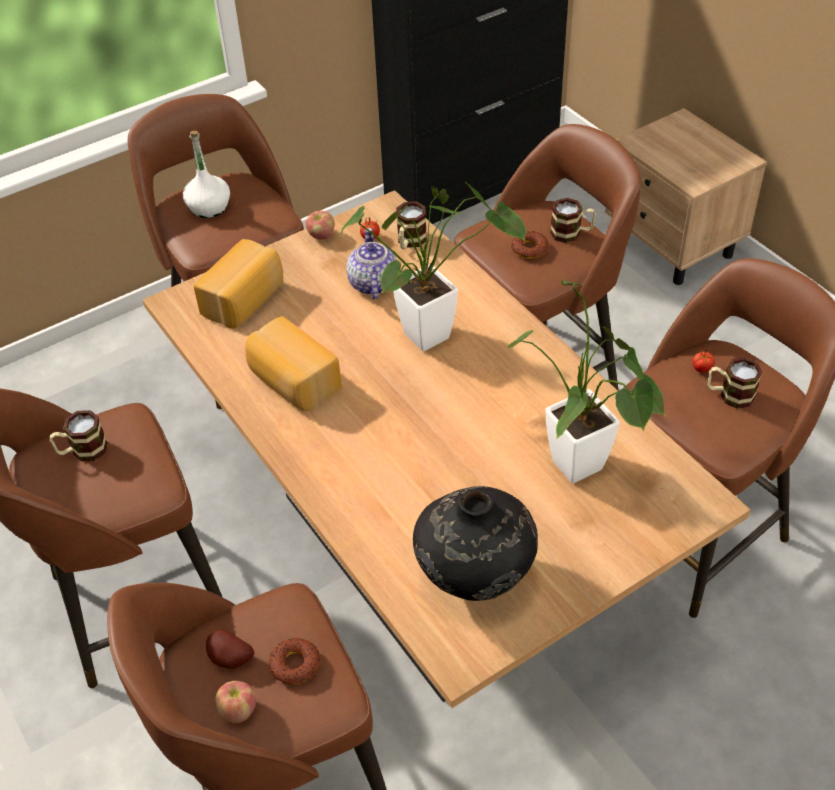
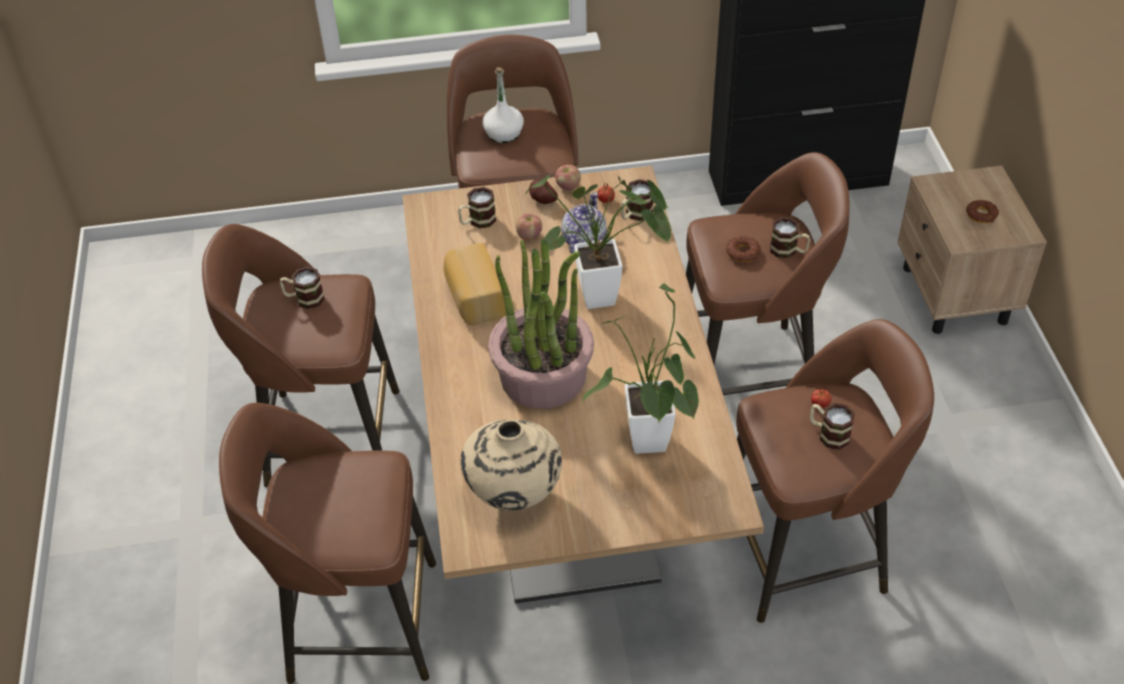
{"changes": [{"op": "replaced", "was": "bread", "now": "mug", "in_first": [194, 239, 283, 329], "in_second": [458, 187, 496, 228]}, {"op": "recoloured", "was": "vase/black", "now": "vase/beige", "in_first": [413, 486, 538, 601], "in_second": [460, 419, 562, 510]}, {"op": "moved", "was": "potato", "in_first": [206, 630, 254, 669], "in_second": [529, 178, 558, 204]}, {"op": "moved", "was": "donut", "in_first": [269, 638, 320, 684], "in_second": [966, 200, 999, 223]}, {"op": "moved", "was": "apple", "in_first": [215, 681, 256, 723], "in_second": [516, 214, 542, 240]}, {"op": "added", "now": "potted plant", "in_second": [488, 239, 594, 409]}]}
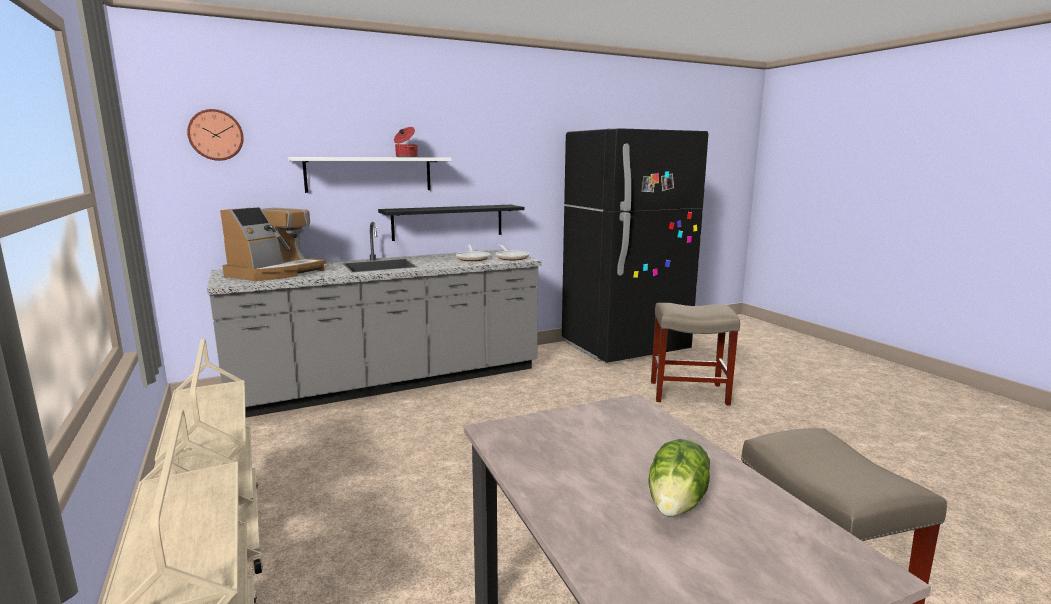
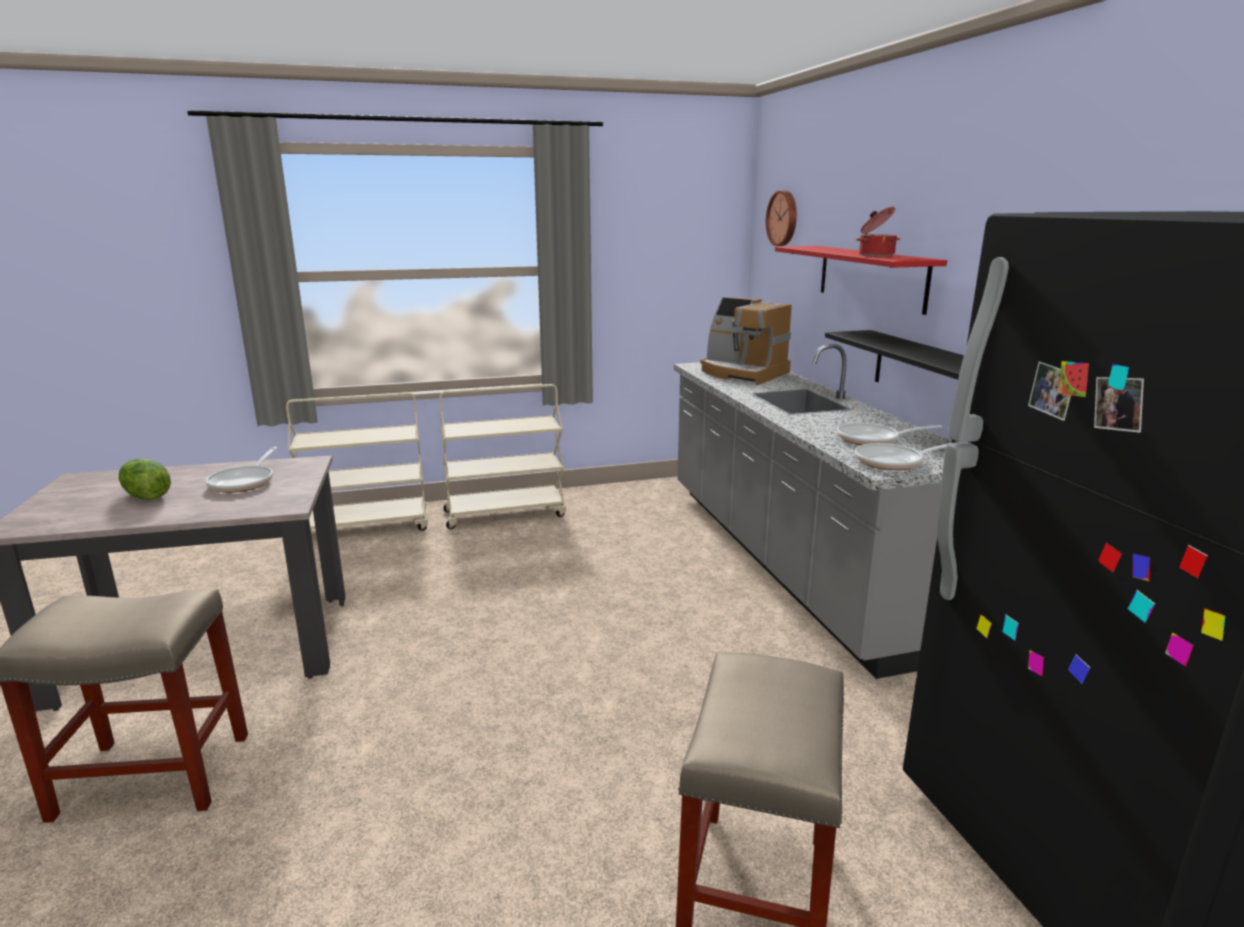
{"changes": [{"op": "recoloured", "was": "shelf/white", "now": "shelf/red", "in_first": [288, 157, 452, 193], "in_second": [775, 246, 947, 315]}, {"op": "added", "now": "frying pan", "in_second": [206, 447, 278, 493]}]}
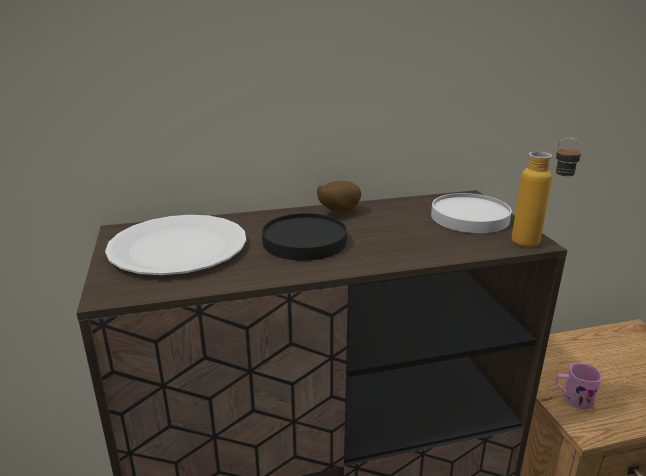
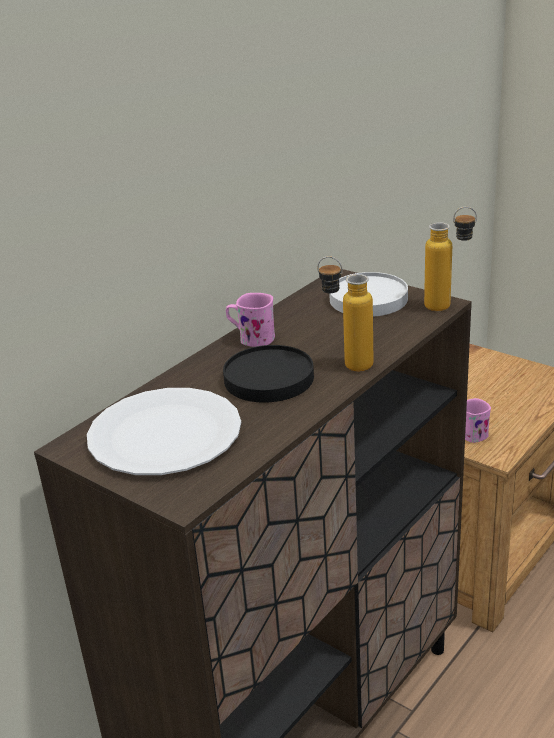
{"changes": [{"op": "replaced", "was": "potato", "now": "mug/pink", "in_first": [317, 181, 361, 213], "in_second": [226, 293, 275, 347]}, {"op": "added", "now": "bottle", "in_second": [317, 256, 374, 371]}]}
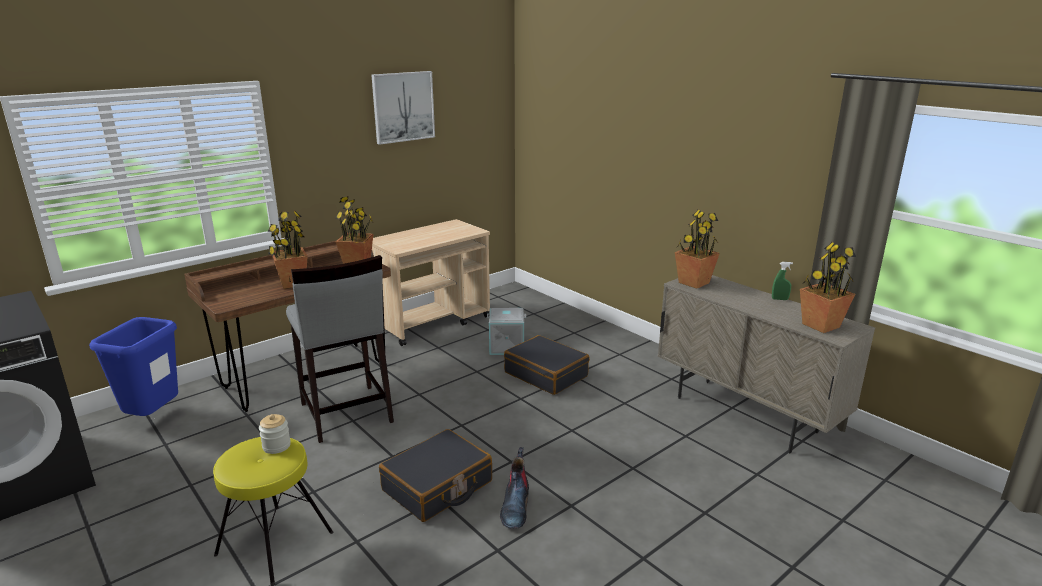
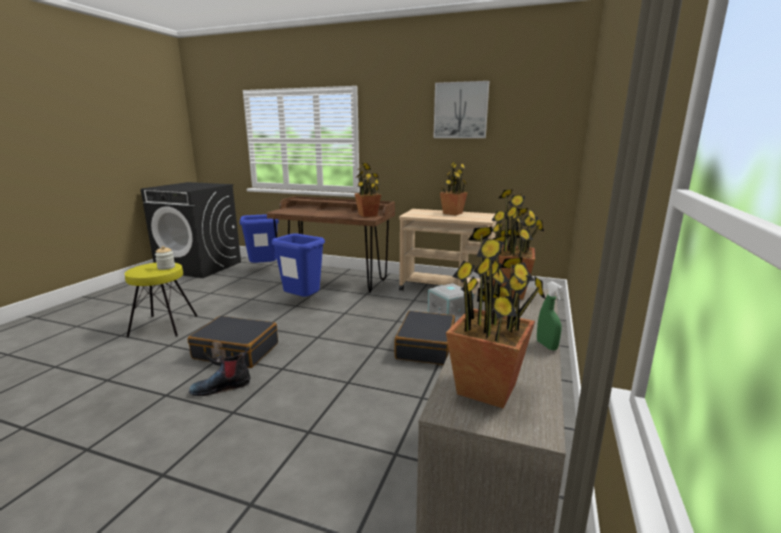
{"changes": [{"op": "moved", "was": "potted plant", "in_first": [268, 211, 308, 289], "in_second": [440, 162, 468, 215]}, {"op": "replaced", "was": "stool/grey", "now": "trash can/blue", "in_first": [286, 255, 394, 443], "in_second": [272, 233, 325, 297]}]}
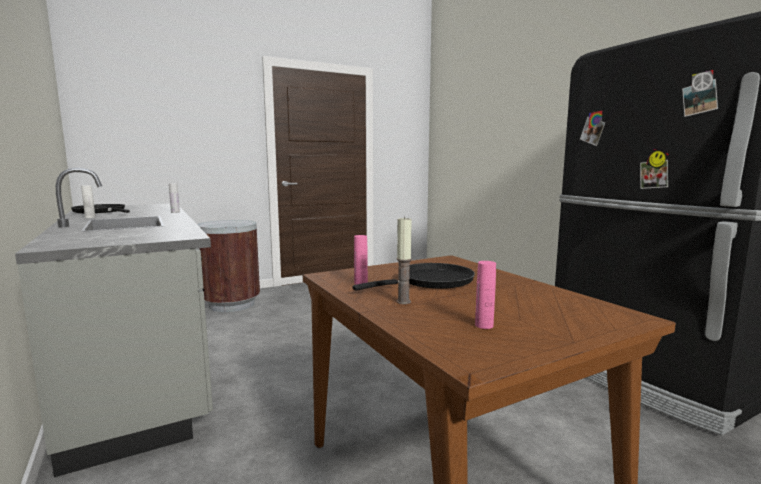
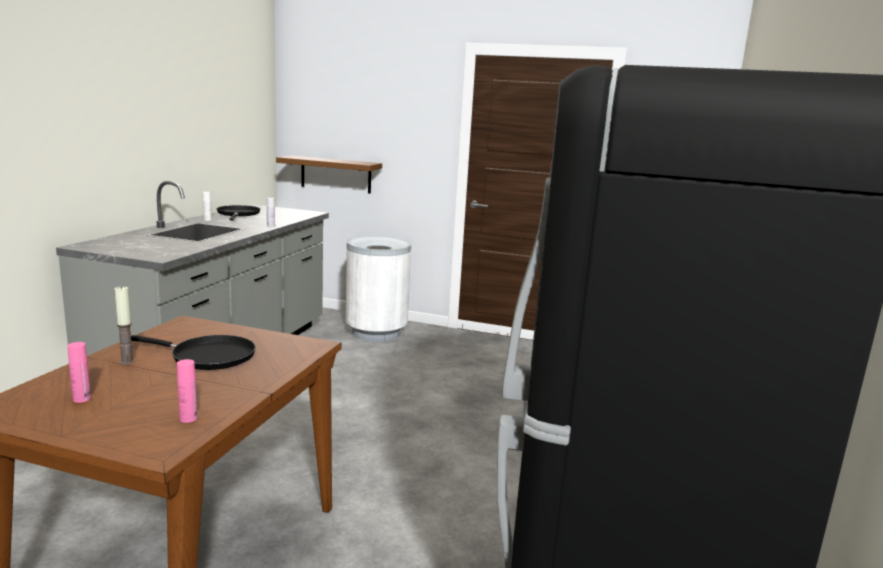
{"changes": [{"op": "recoloured", "was": "trash can/brown", "now": "trash can/white", "in_first": [197, 220, 260, 312], "in_second": [345, 236, 411, 341]}, {"op": "moved", "was": "bottle/pink", "in_first": [354, 235, 368, 285], "in_second": [177, 359, 198, 423]}, {"op": "added", "now": "shelf/brown", "in_second": [276, 156, 382, 194]}]}
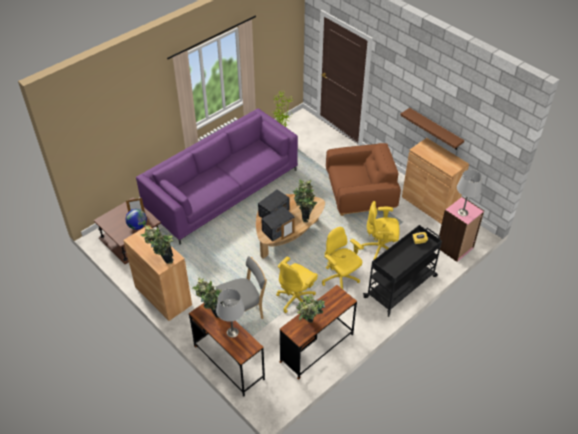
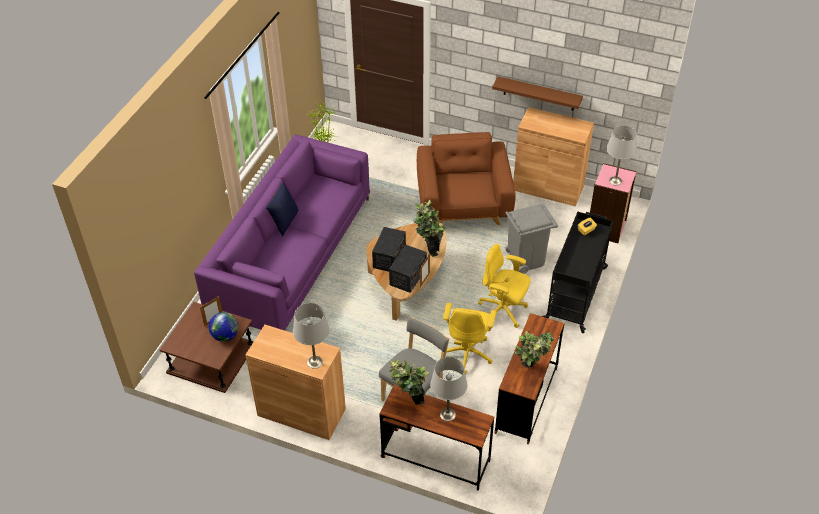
{"changes": [{"op": "turned", "was": "armchair/brown", "in_first": [326, 143, 401, 216], "in_second": [417, 132, 516, 225], "clockwise": -60}, {"op": "replaced", "was": "office chair/yellow", "now": "trash can/grey", "in_first": [362, 201, 399, 259], "in_second": [505, 203, 558, 274]}, {"op": "replaced", "was": "potted plant", "now": "table lamp/grey", "in_first": [141, 225, 174, 264], "in_second": [293, 303, 330, 369]}, {"op": "added", "now": "pillow/blue", "in_second": [266, 182, 298, 237]}]}
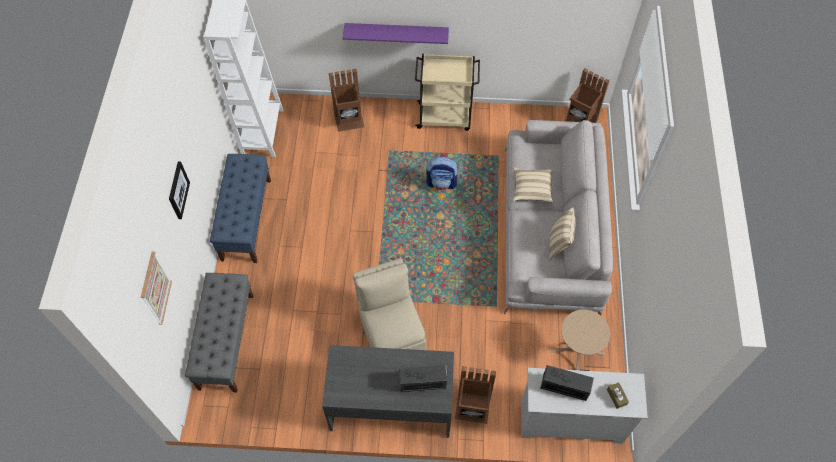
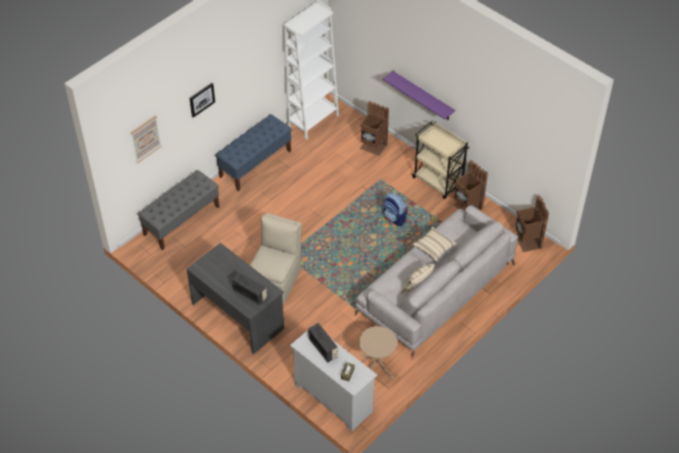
{"changes": [{"op": "moved", "was": "trash can/brown", "in_first": [455, 366, 496, 424], "in_second": [454, 160, 488, 211]}]}
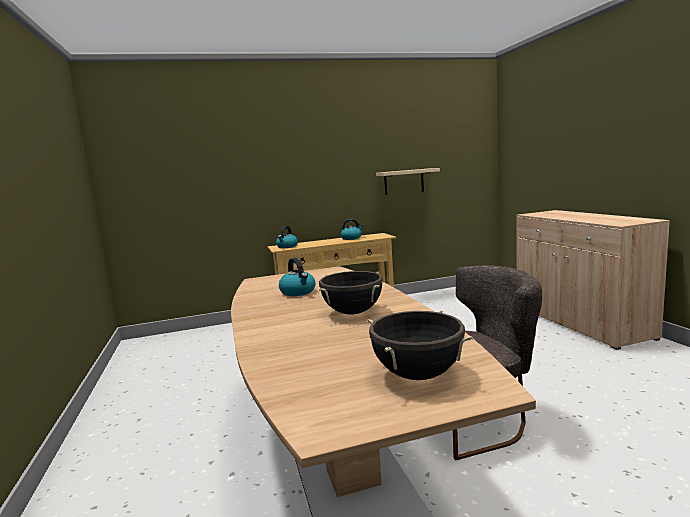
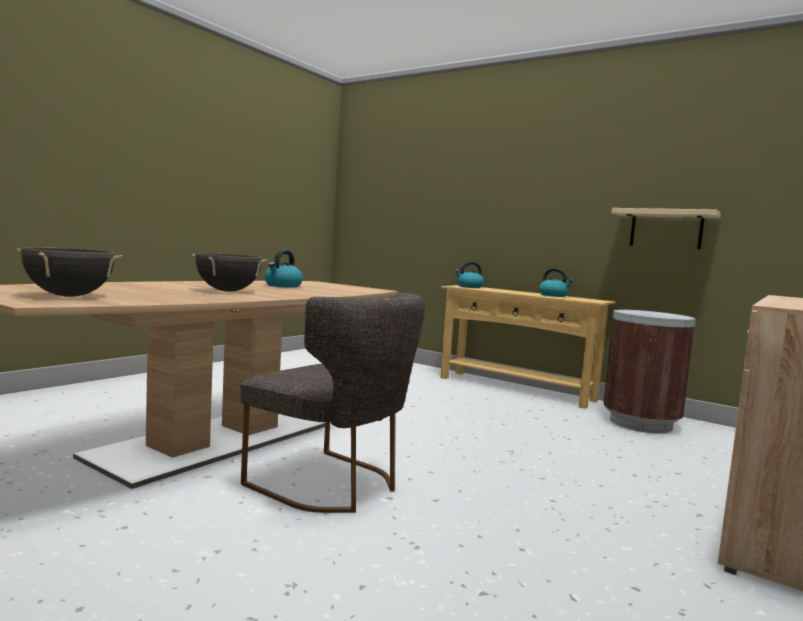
{"changes": [{"op": "added", "now": "trash can/brown", "in_second": [603, 310, 696, 433]}]}
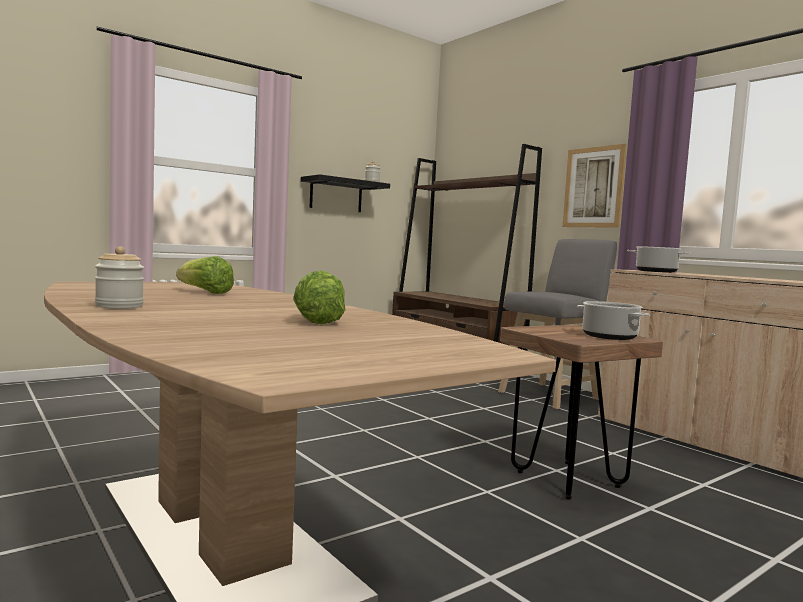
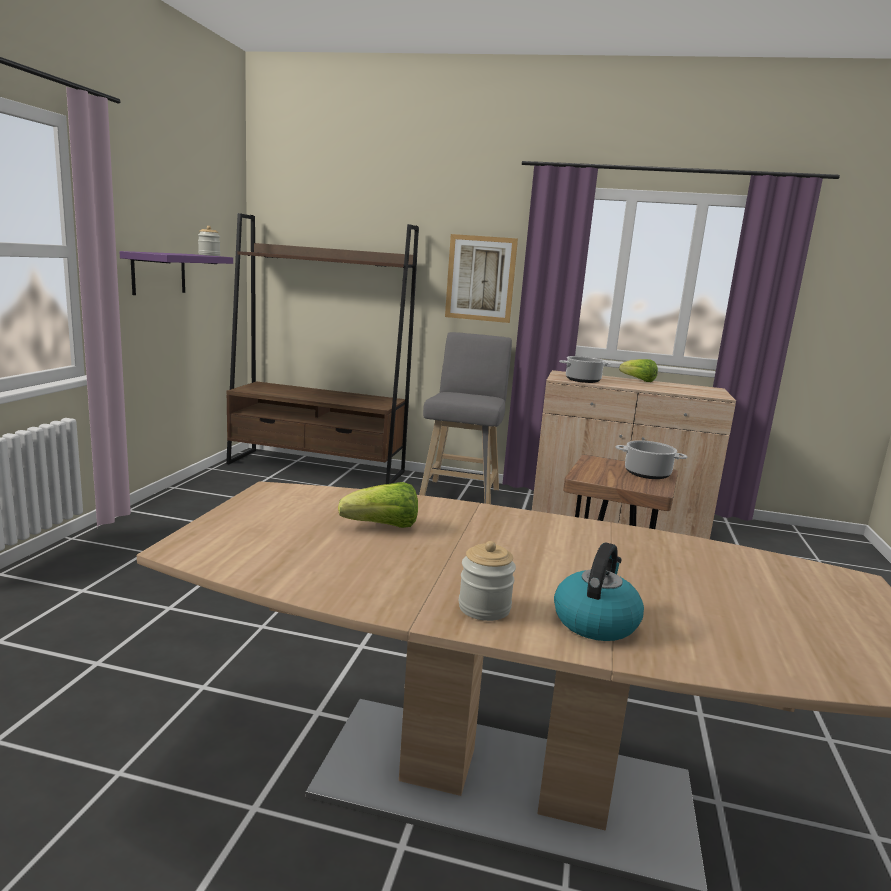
{"changes": [{"op": "recoloured", "was": "shelf/black", "now": "shelf/purple", "in_first": [301, 174, 390, 212], "in_second": [119, 251, 233, 295]}, {"op": "moved", "was": "lettuce", "in_first": [293, 271, 345, 324], "in_second": [619, 359, 658, 382]}, {"op": "added", "now": "kettle", "in_second": [554, 542, 644, 641]}]}
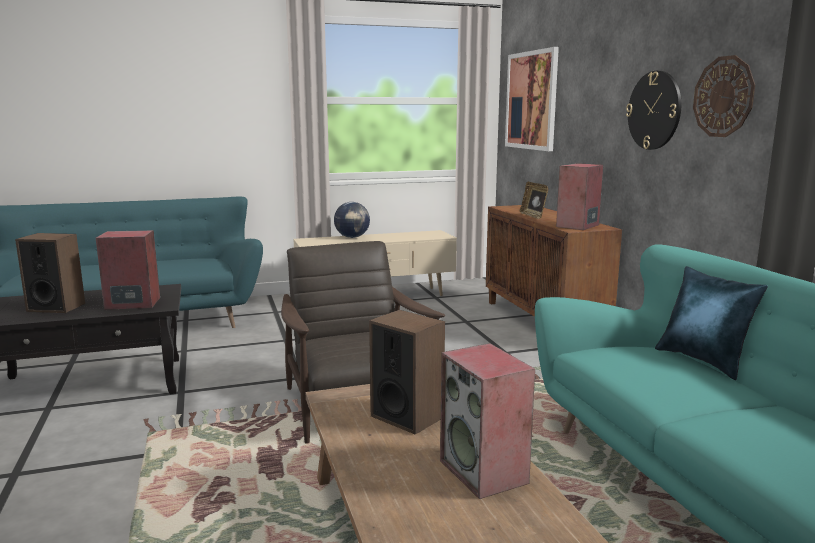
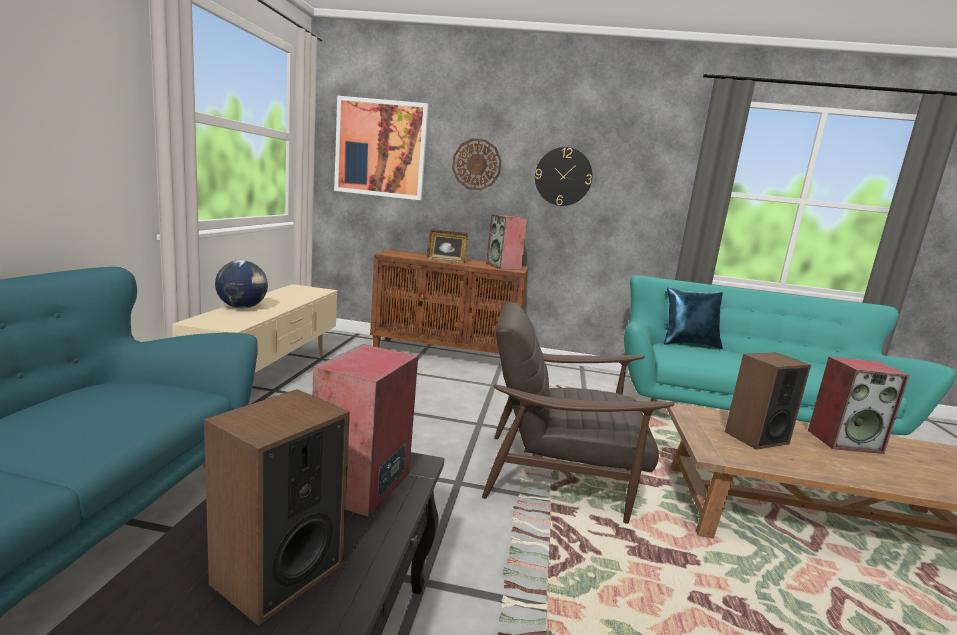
{"changes": [{"op": "moved", "was": "wall clock", "in_first": [693, 55, 755, 137], "in_second": [452, 138, 502, 191]}]}
